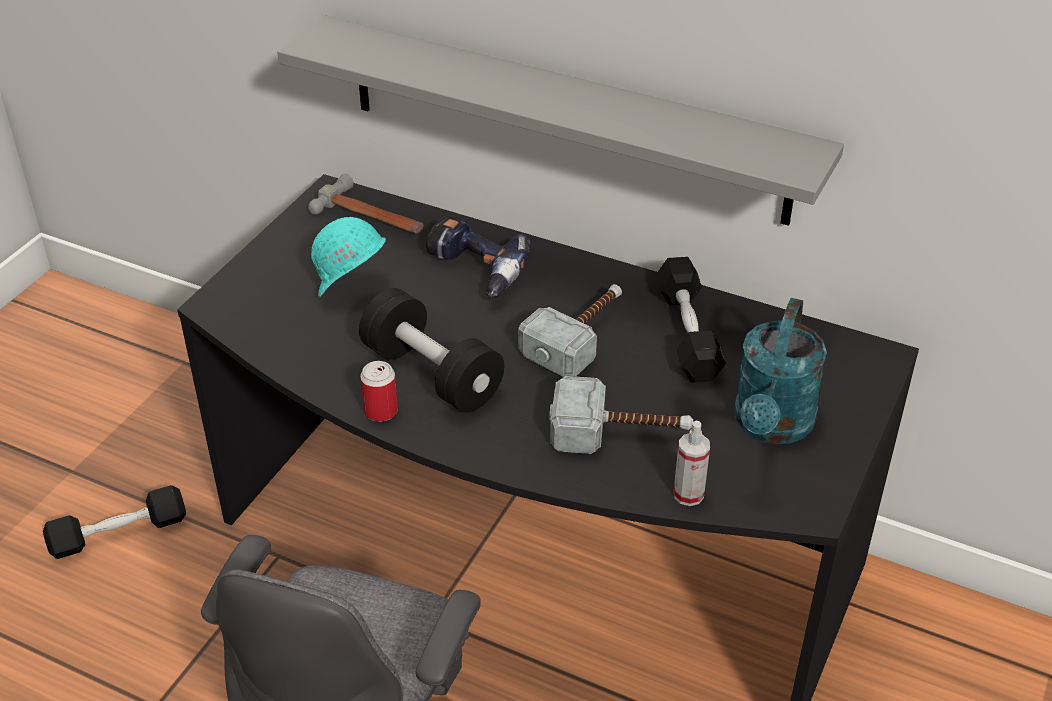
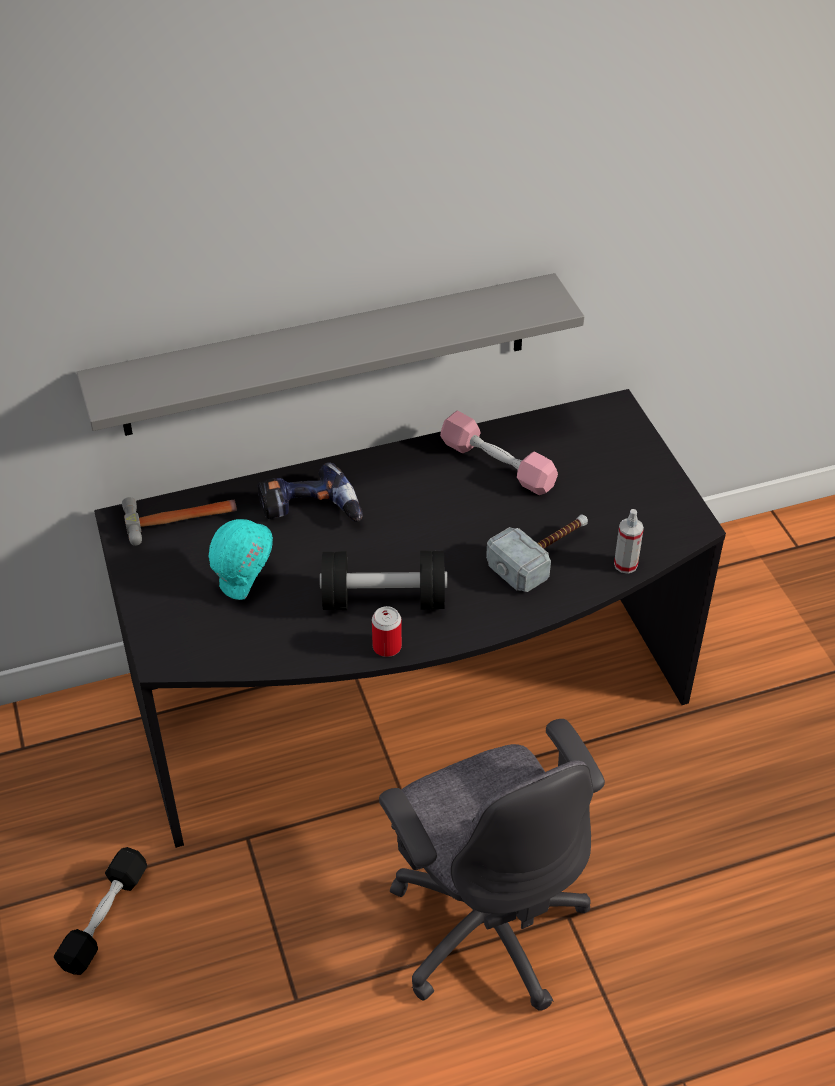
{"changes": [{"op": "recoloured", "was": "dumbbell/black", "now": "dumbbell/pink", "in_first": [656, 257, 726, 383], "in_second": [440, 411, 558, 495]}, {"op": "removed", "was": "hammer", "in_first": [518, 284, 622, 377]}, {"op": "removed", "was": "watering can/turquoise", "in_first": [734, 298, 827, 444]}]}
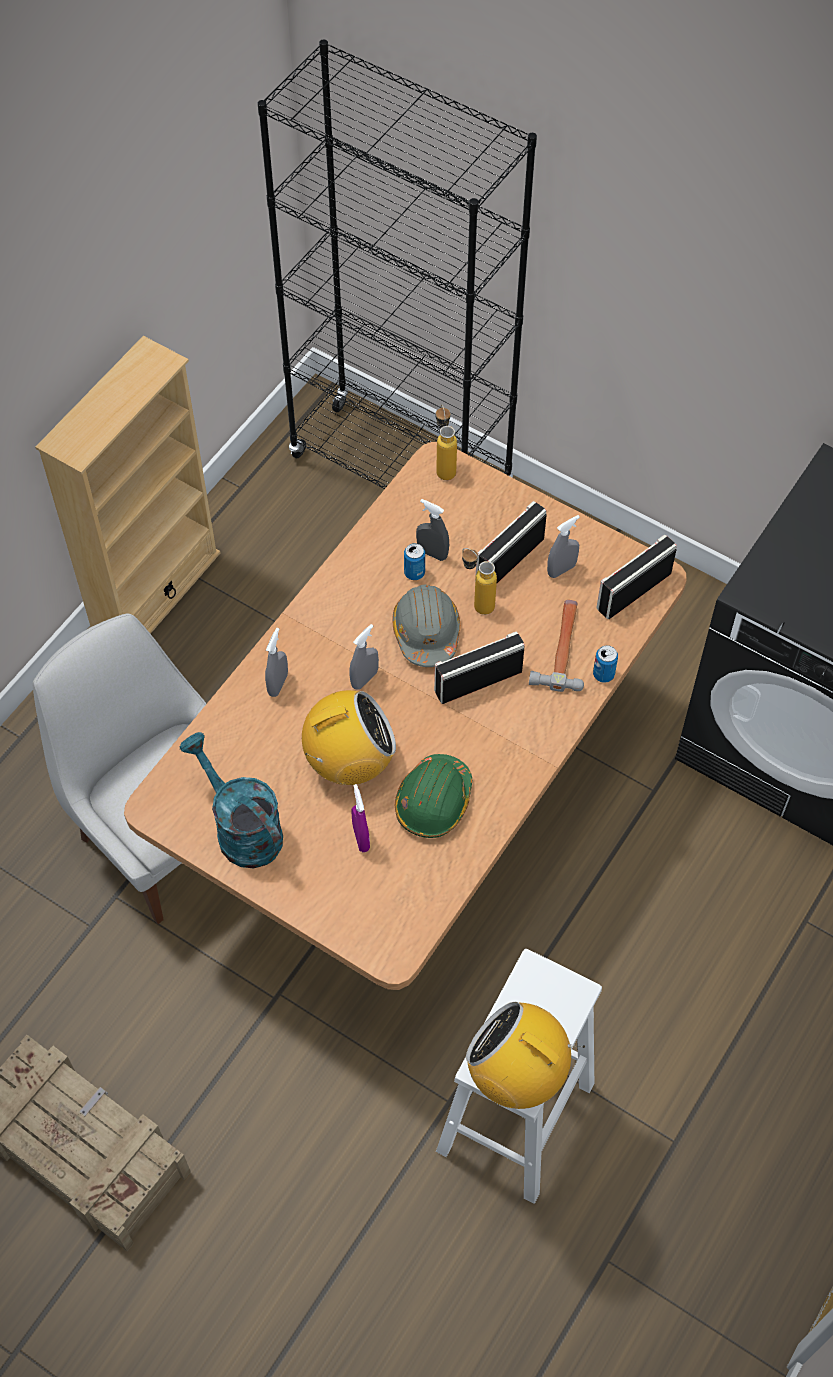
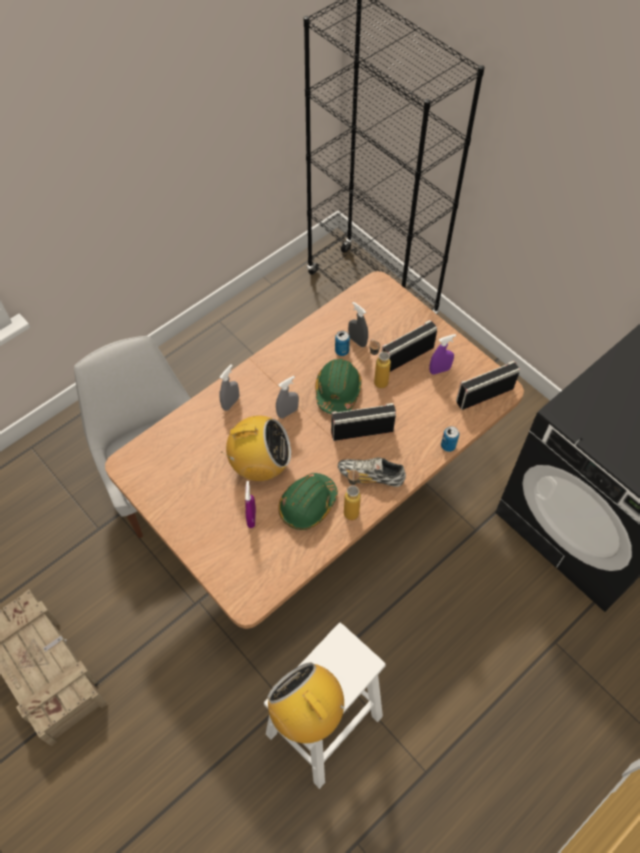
{"changes": [{"op": "removed", "was": "bookcase/beige", "in_first": [35, 336, 220, 634]}, {"op": "moved", "was": "bottle", "in_first": [436, 404, 457, 480], "in_second": [344, 469, 361, 520]}, {"op": "recoloured", "was": "spray bottle/grey", "now": "spray bottle/purple", "in_first": [547, 515, 580, 578], "in_second": [429, 334, 456, 375]}, {"op": "recoloured", "was": "hard hat/grey", "now": "hard hat/green", "in_first": [393, 585, 460, 667], "in_second": [315, 359, 362, 414]}, {"op": "removed", "was": "hammer", "in_first": [529, 600, 584, 692]}, {"op": "removed", "was": "watering can/turquoise", "in_first": [180, 732, 283, 868]}, {"op": "added", "now": "shoe", "in_second": [338, 457, 406, 487]}]}
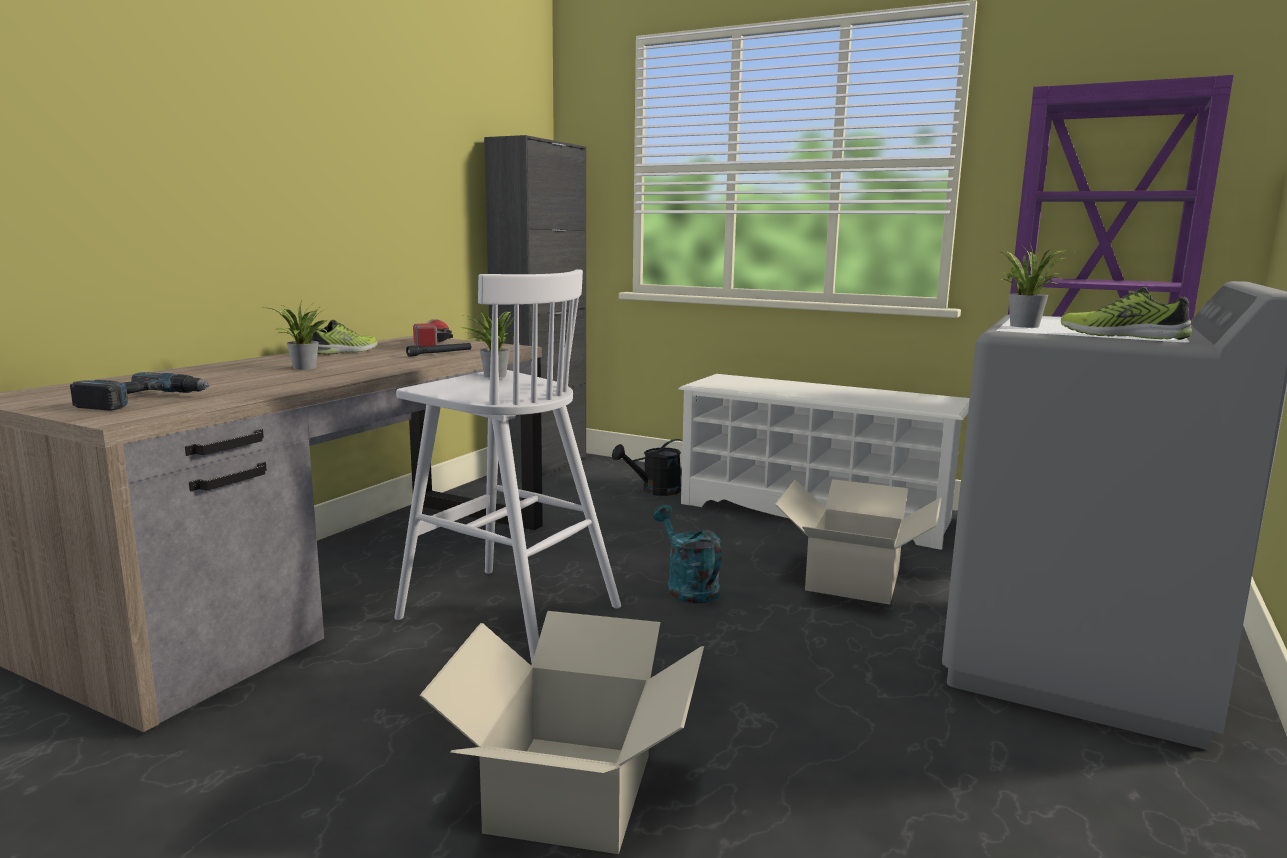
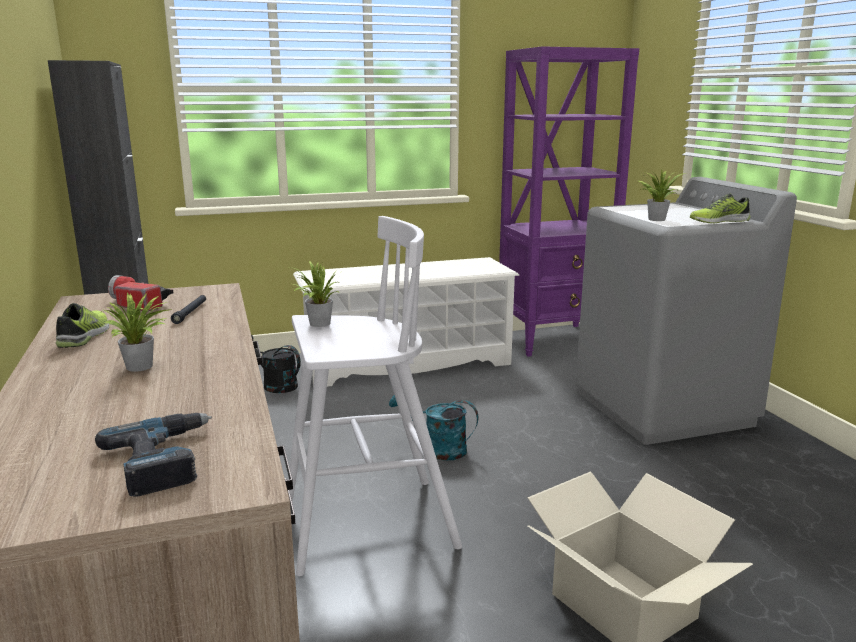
{"changes": [{"op": "turned", "was": "watering can/black", "in_first": [612, 439, 683, 496], "in_second": [251, 335, 301, 393], "clockwise": 105}, {"op": "removed", "was": "cardboard box", "in_first": [775, 479, 942, 605]}]}
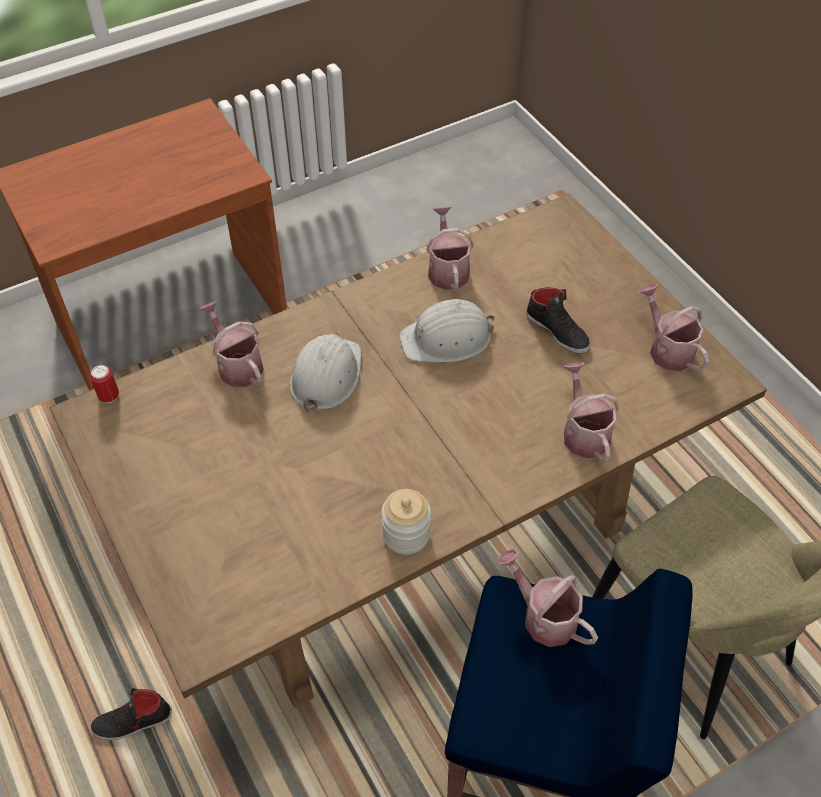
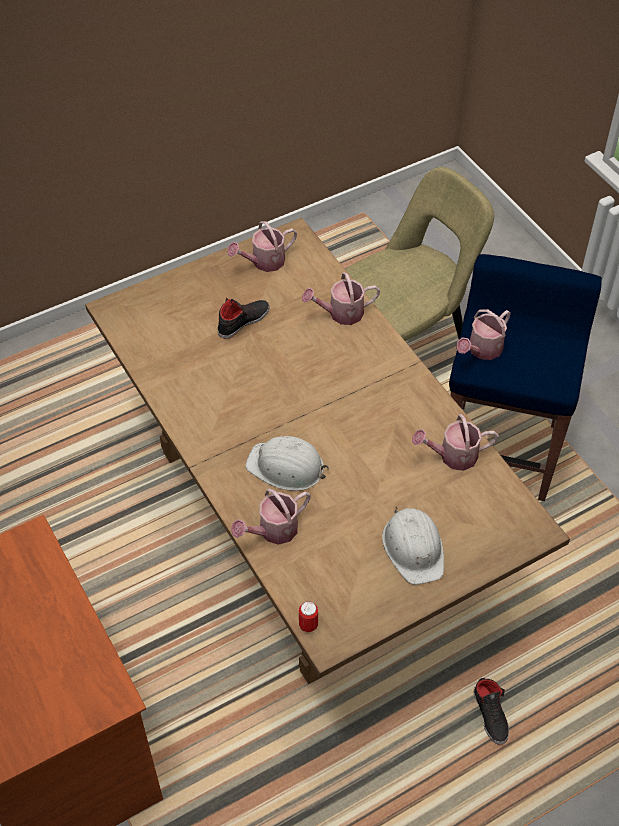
{"changes": [{"op": "moved", "was": "watering can", "in_first": [426, 206, 474, 291], "in_second": [412, 414, 498, 471]}, {"op": "moved", "was": "hard hat/white", "in_first": [399, 299, 495, 363], "in_second": [382, 507, 444, 585]}, {"op": "removed", "was": "jar", "in_first": [381, 489, 431, 555]}]}
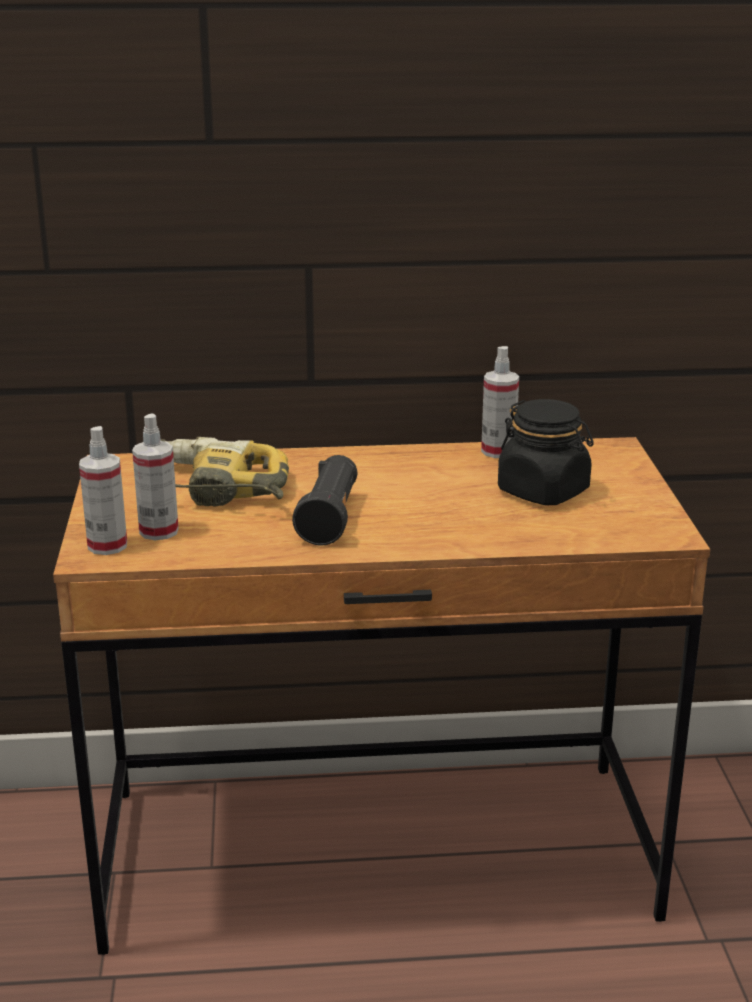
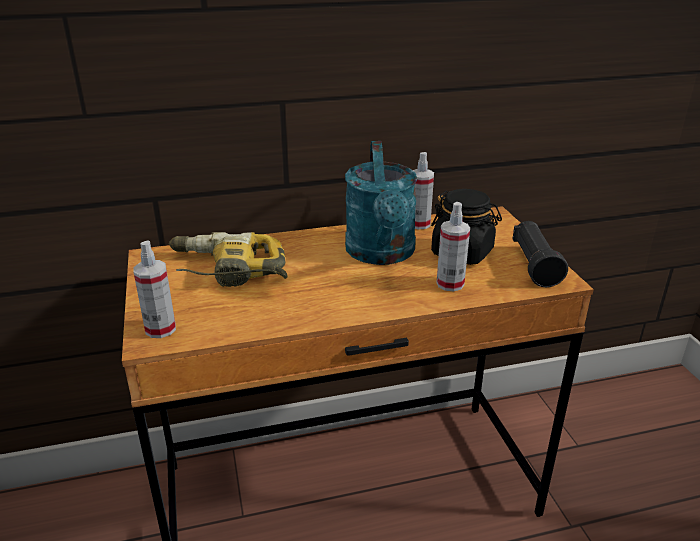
{"changes": [{"op": "moved", "was": "spray bottle", "in_first": [132, 413, 179, 540], "in_second": [436, 202, 470, 291]}, {"op": "moved", "was": "flashlight/black", "in_first": [292, 455, 358, 545], "in_second": [513, 221, 568, 287]}, {"op": "added", "now": "watering can/turquoise", "in_second": [345, 141, 418, 265]}]}
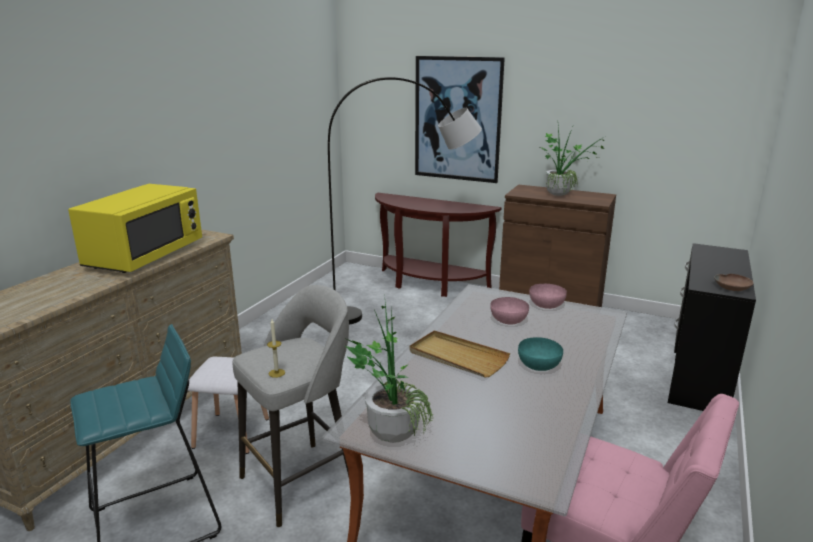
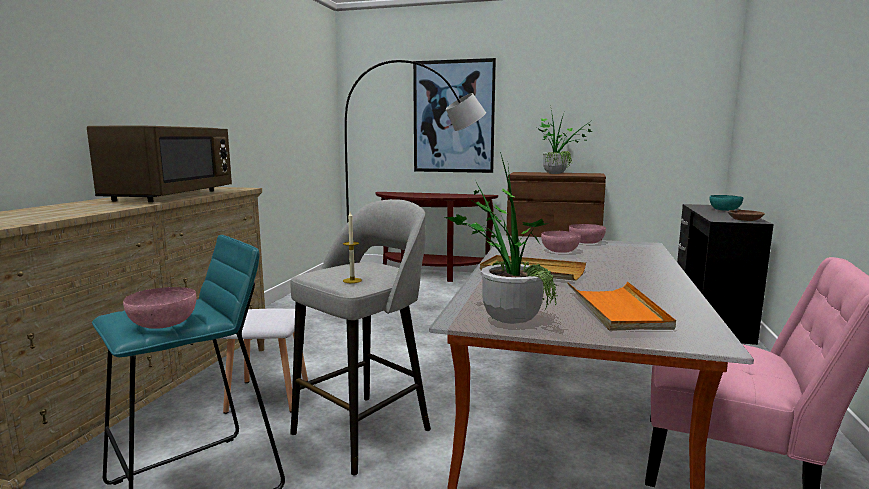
{"changes": [{"op": "recoloured", "was": "microwave/yellow", "now": "microwave/brown", "in_first": [68, 184, 202, 273], "in_second": [87, 125, 232, 202]}, {"op": "moved", "was": "bowl/turquoise", "in_first": [518, 337, 563, 371], "in_second": [710, 195, 743, 211]}, {"op": "added", "now": "tray/orange", "in_second": [568, 282, 676, 330]}, {"op": "added", "now": "bowl/pink", "in_second": [123, 287, 196, 329]}]}
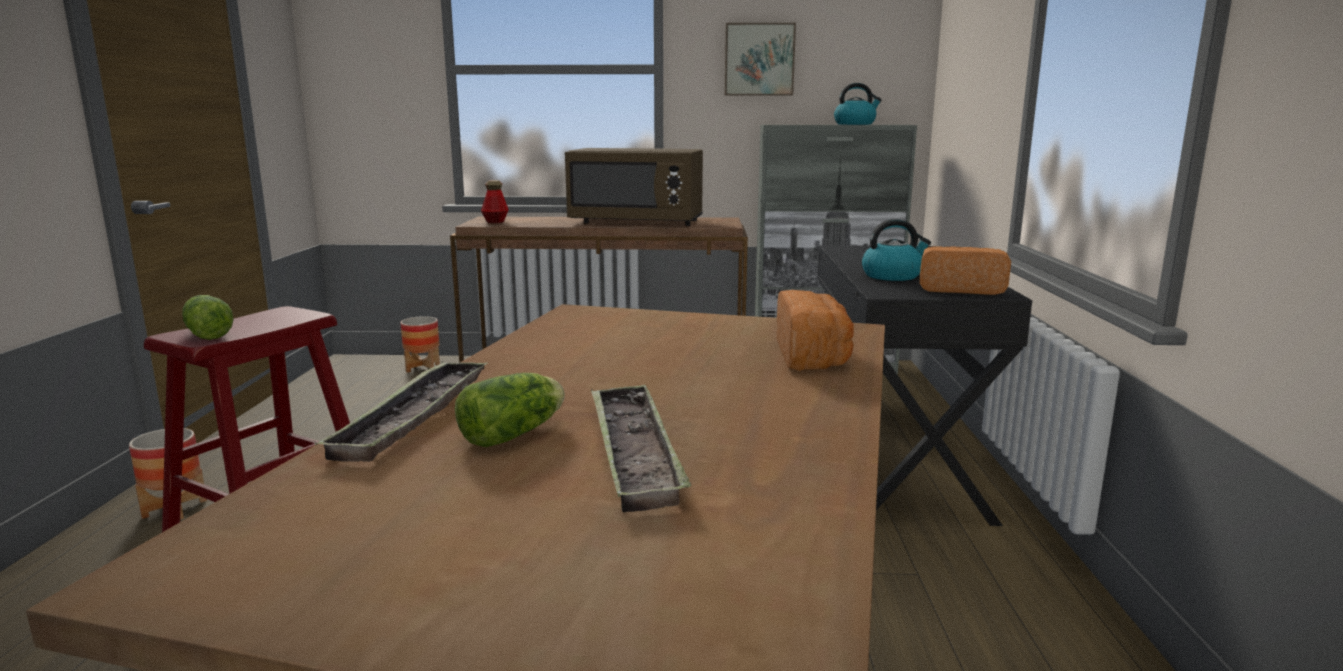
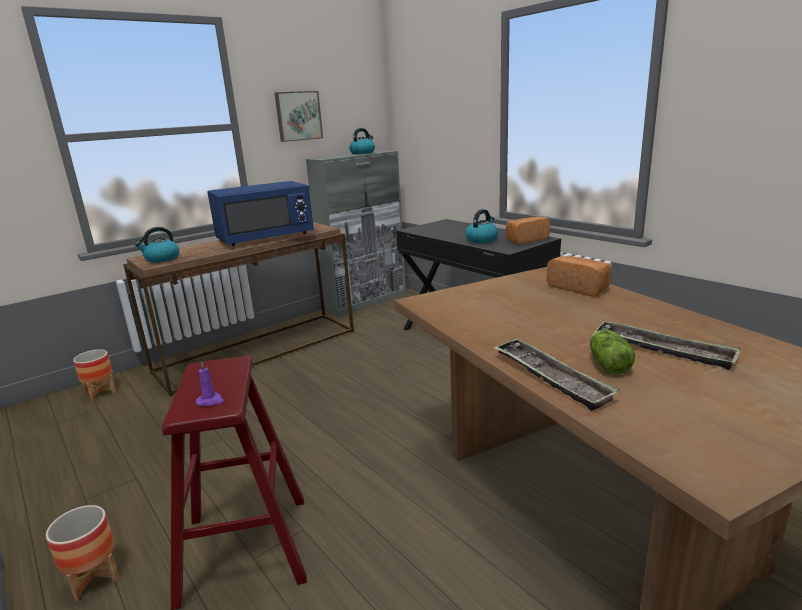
{"changes": [{"op": "recoloured", "was": "microwave/brown", "now": "microwave/blue", "in_first": [565, 148, 703, 226], "in_second": [207, 181, 314, 246]}, {"op": "replaced", "was": "bottle", "now": "kettle", "in_first": [481, 180, 509, 223], "in_second": [135, 227, 179, 263]}, {"op": "replaced", "was": "lettuce", "now": "candle/purple", "in_first": [182, 295, 234, 340], "in_second": [196, 361, 224, 406]}]}
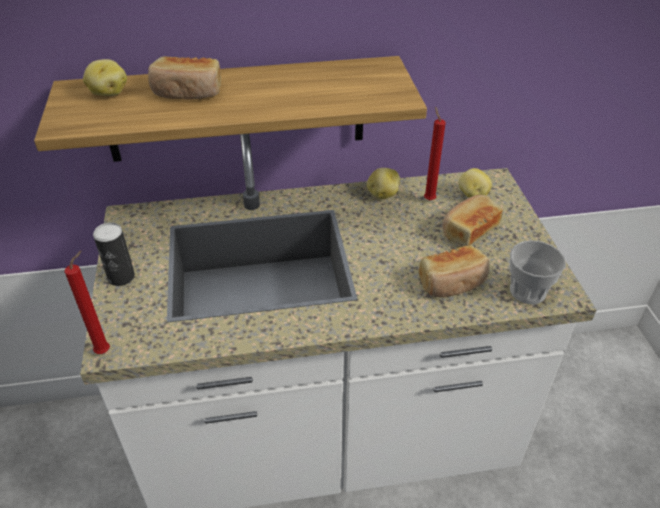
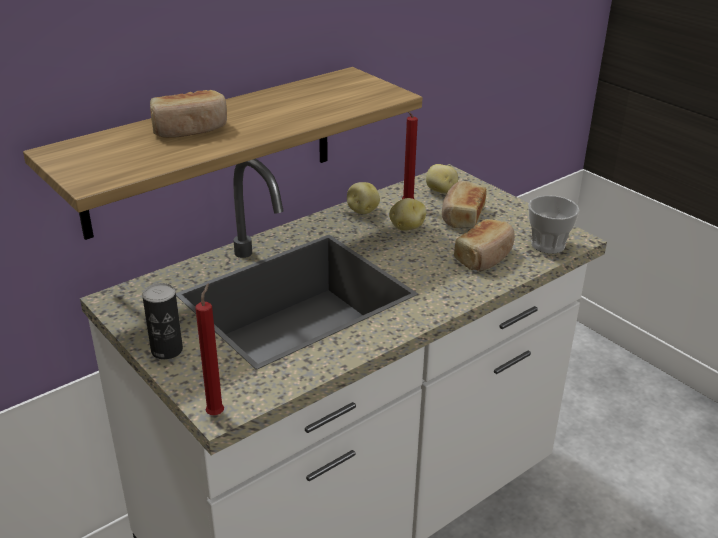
{"changes": [{"op": "moved", "was": "potato", "in_first": [83, 59, 127, 96], "in_second": [389, 198, 426, 231]}]}
